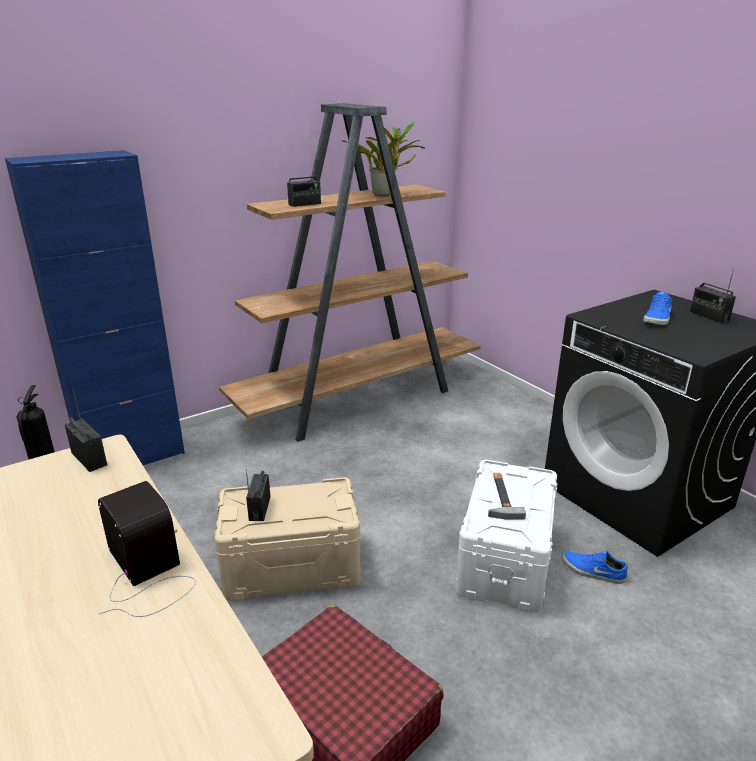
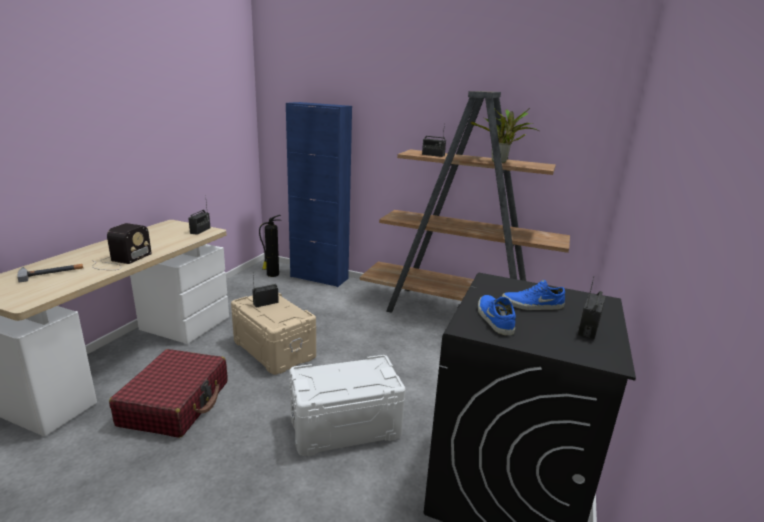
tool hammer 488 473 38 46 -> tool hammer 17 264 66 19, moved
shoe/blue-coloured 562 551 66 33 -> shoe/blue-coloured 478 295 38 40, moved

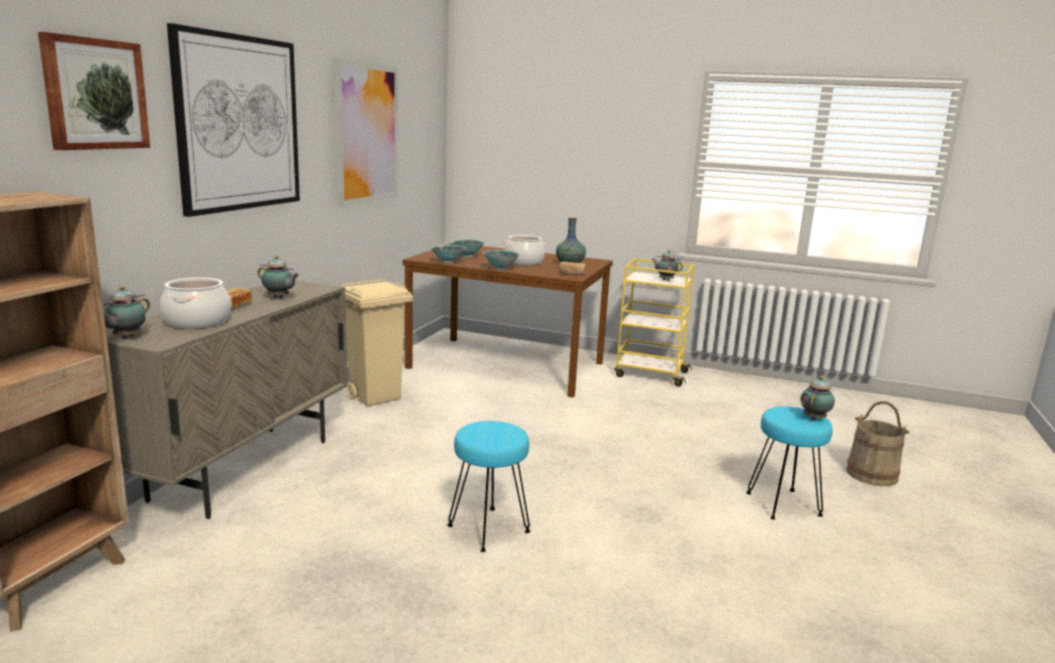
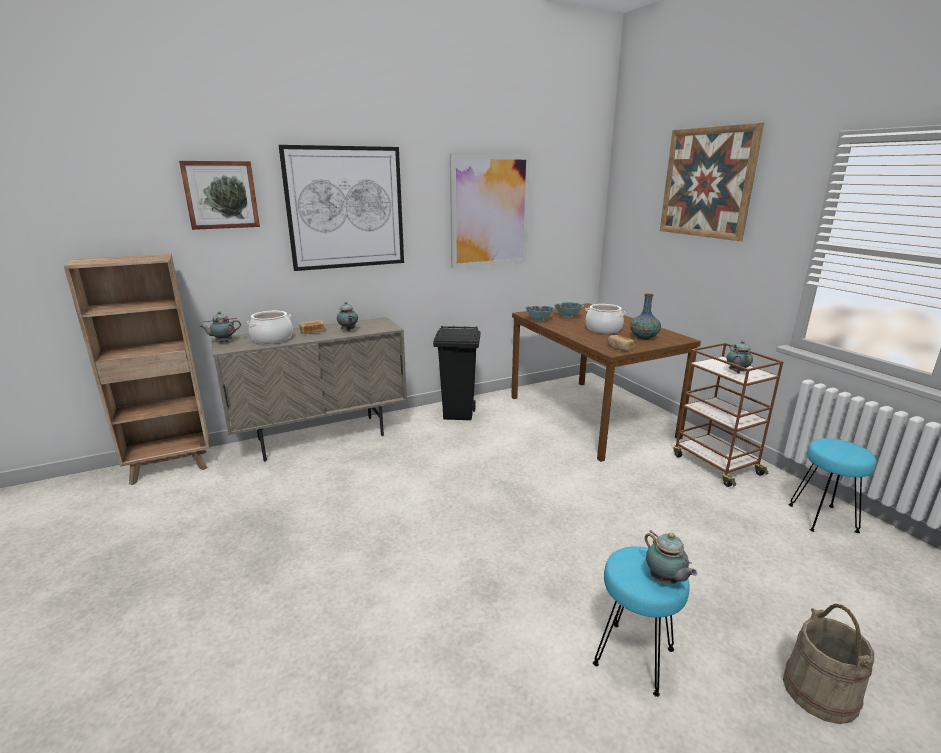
trash can/beige-coloured 340 279 73 128 -> trash can/black-coloured 433 326 48 94
stool/turquoise-coloured 447 421 83 131 -> stool/turquoise-coloured 788 438 88 95, moved
bowl 483 250 36 20 -> none
wheeled cart/yellow 614 259 80 128 -> wheeled cart/brownish 673 343 110 144
teapot 800 376 35 44 -> teapot 645 530 52 54, 75 degrees clockwise
none -> picture 660 123 104 118

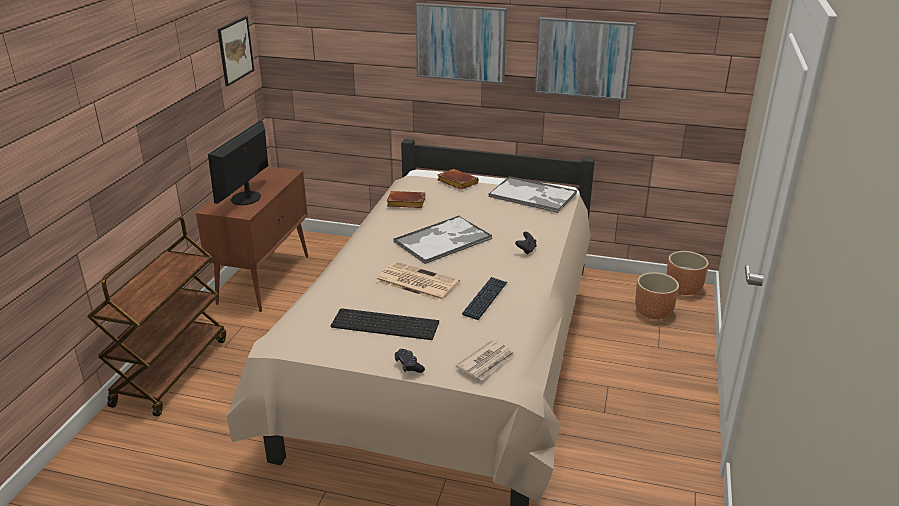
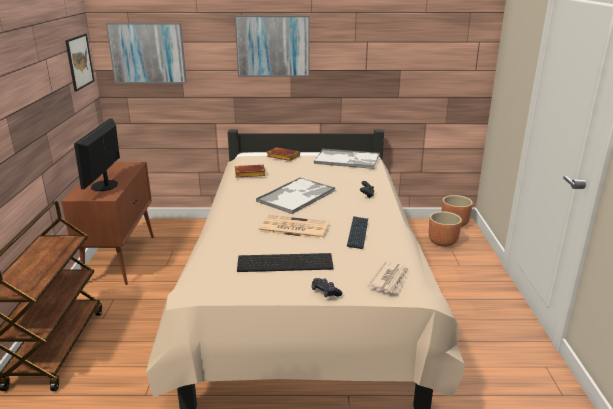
picture 535 17 101 84 -> picture 106 23 81 60, moved

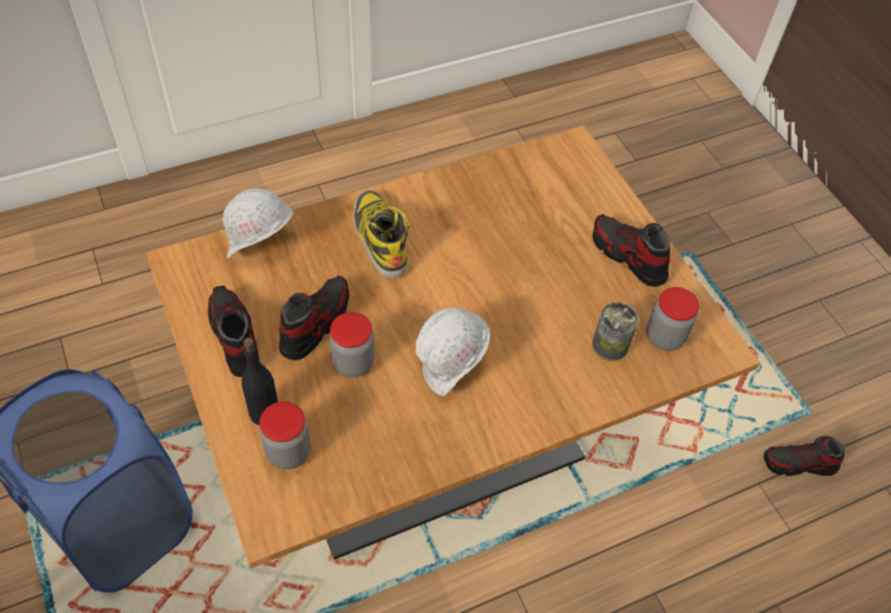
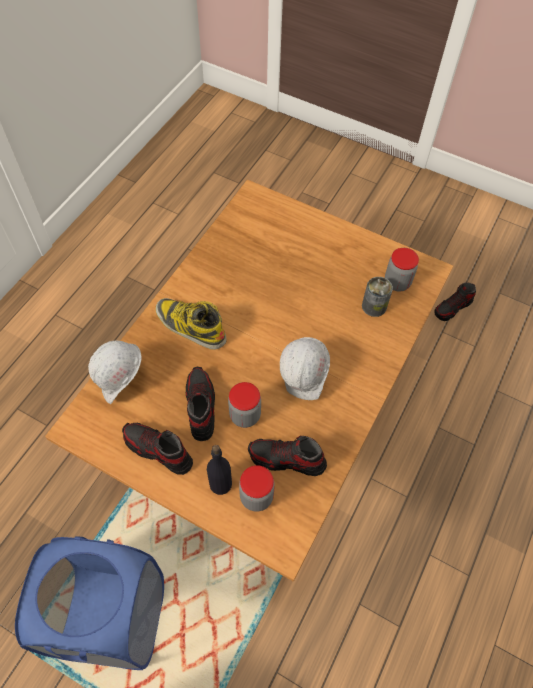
shoe 593 214 77 73 -> shoe 248 436 79 40, moved

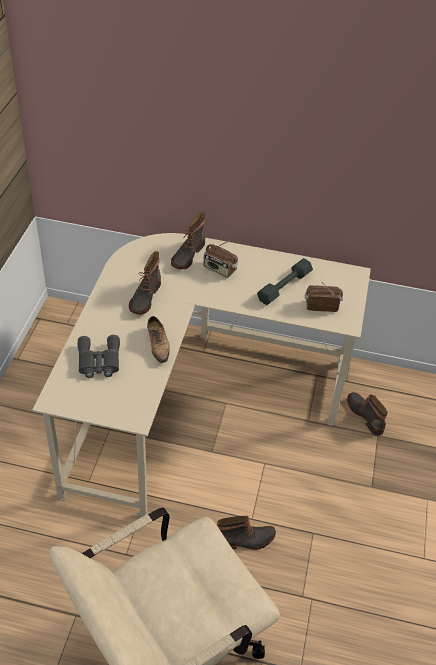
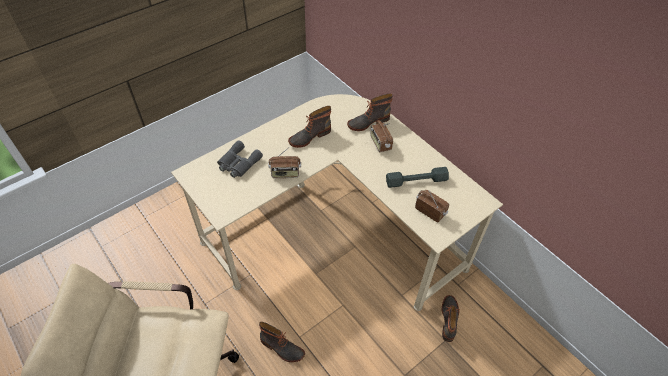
shoe 147 316 23 48 -> radio 268 148 33 30

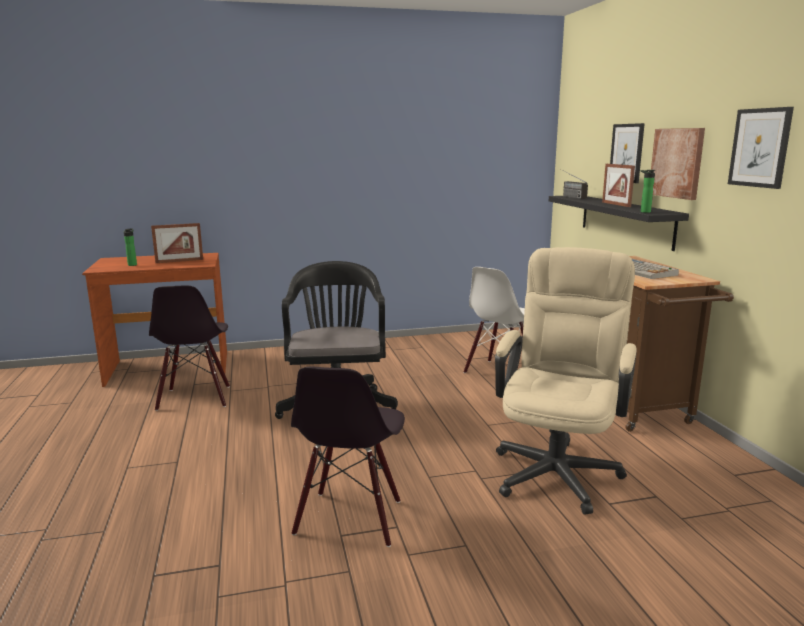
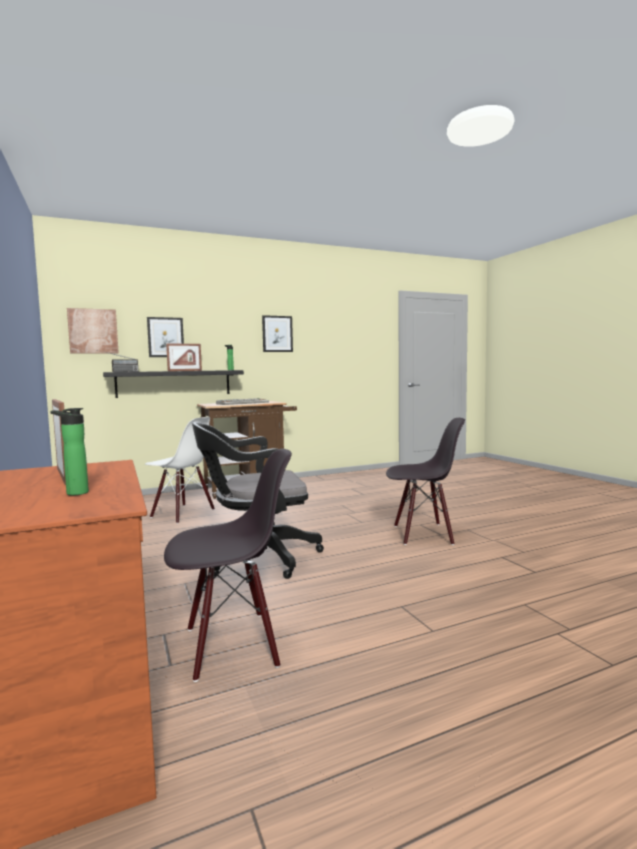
computer chair/beige-coloured 495 247 142 268 -> none
picture 651 128 54 72 -> picture 67 308 52 46, moved

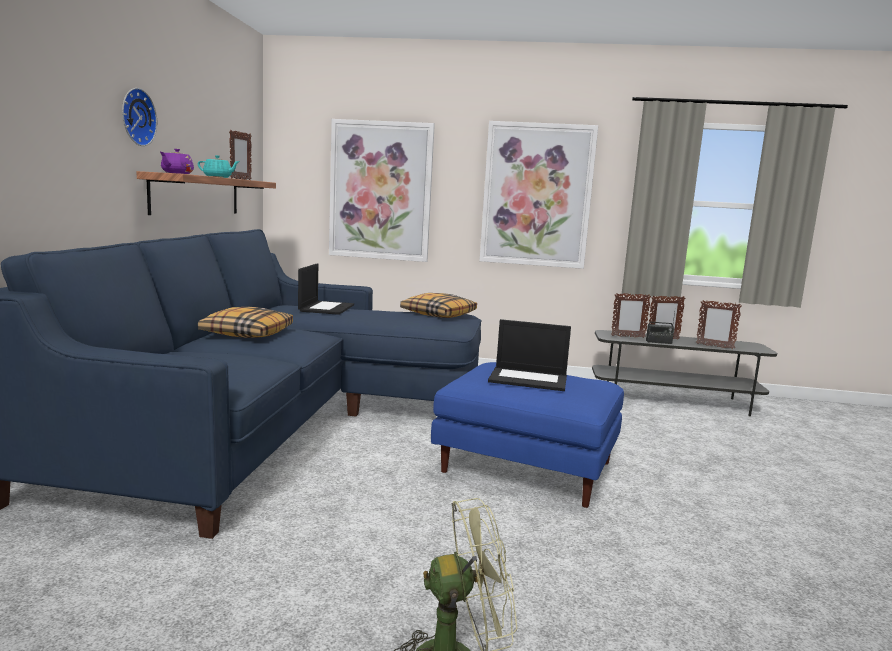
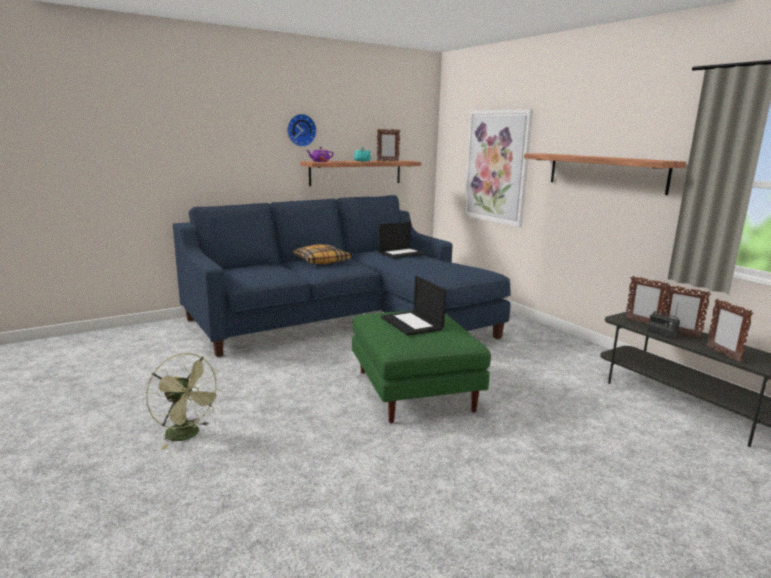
throw pillow 400 293 77 25 -> none
ottoman/blue-coloured 431 362 193 146 -> ottoman/green-coloured 352 311 139 112
picture 479 121 119 148 -> wall shelf 524 154 162 41

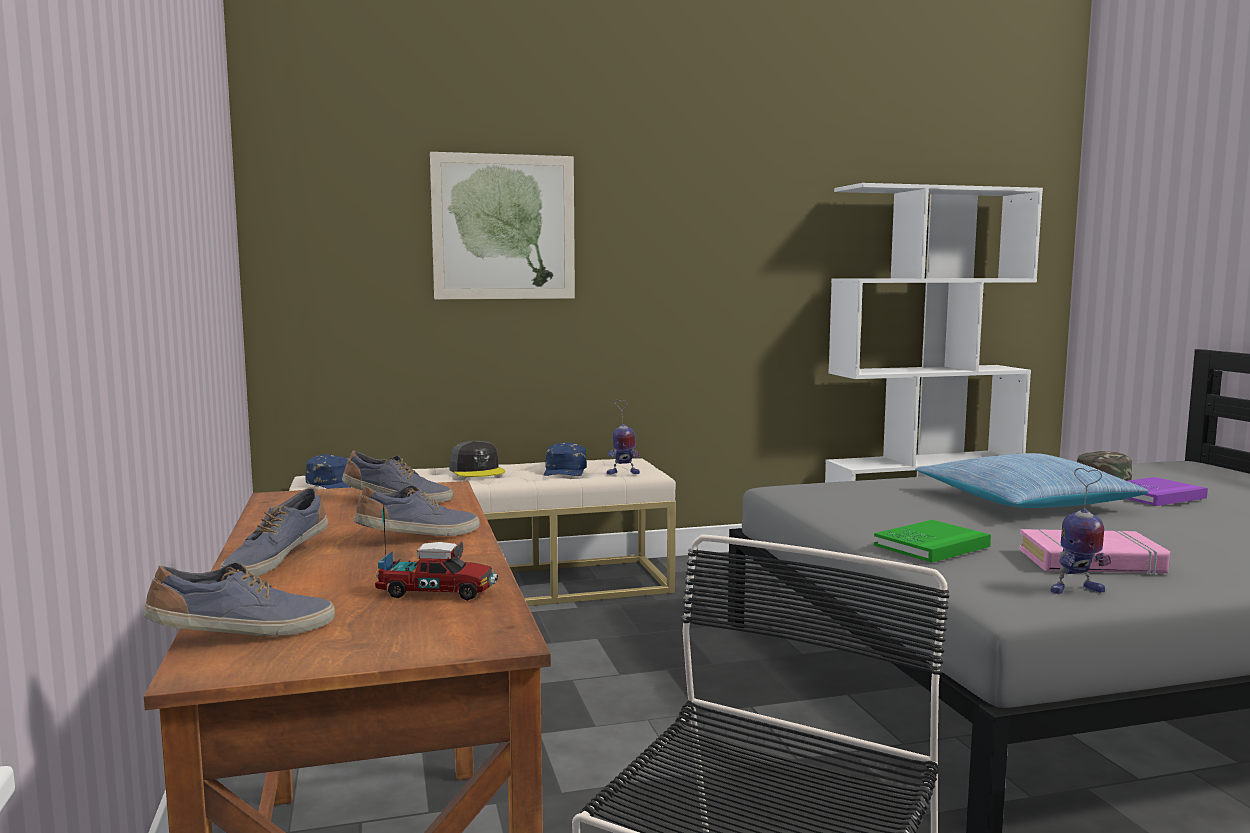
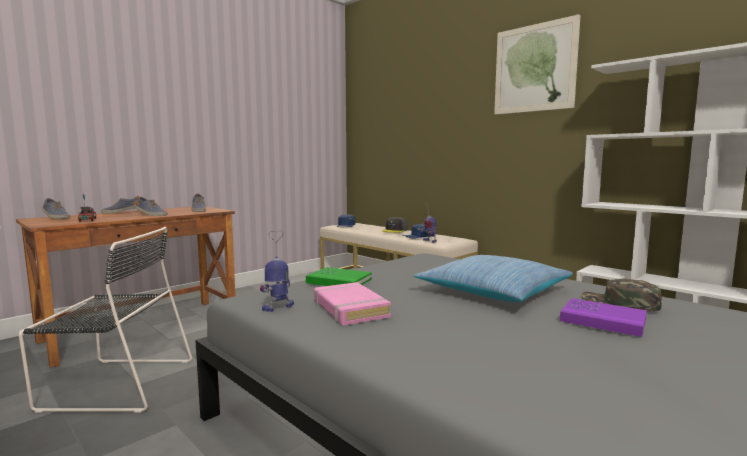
picture 430 152 145 147 -> picture 494 14 87 101, moved
model robot 1050 468 61 126 -> model robot 260 230 34 82, 90 degrees clockwise

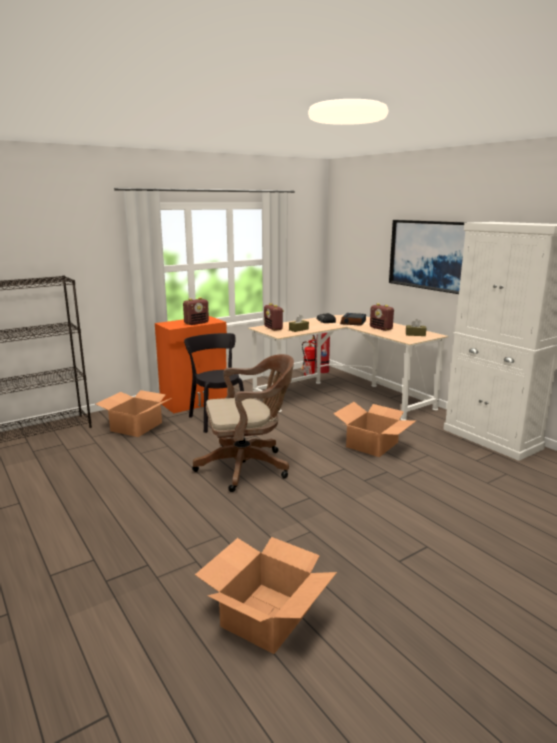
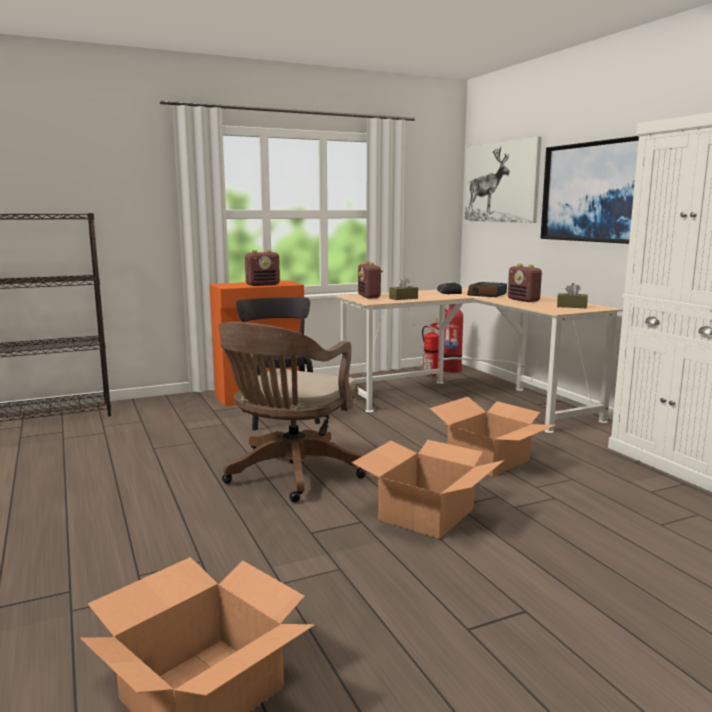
cardboard box 96 390 75 47 -> cardboard box 351 440 153 99, moved
computer chair/brownish 192 354 102 138 -> computer chair/brownish 219 322 147 180, 120 degrees clockwise
none -> picture 464 137 77 86

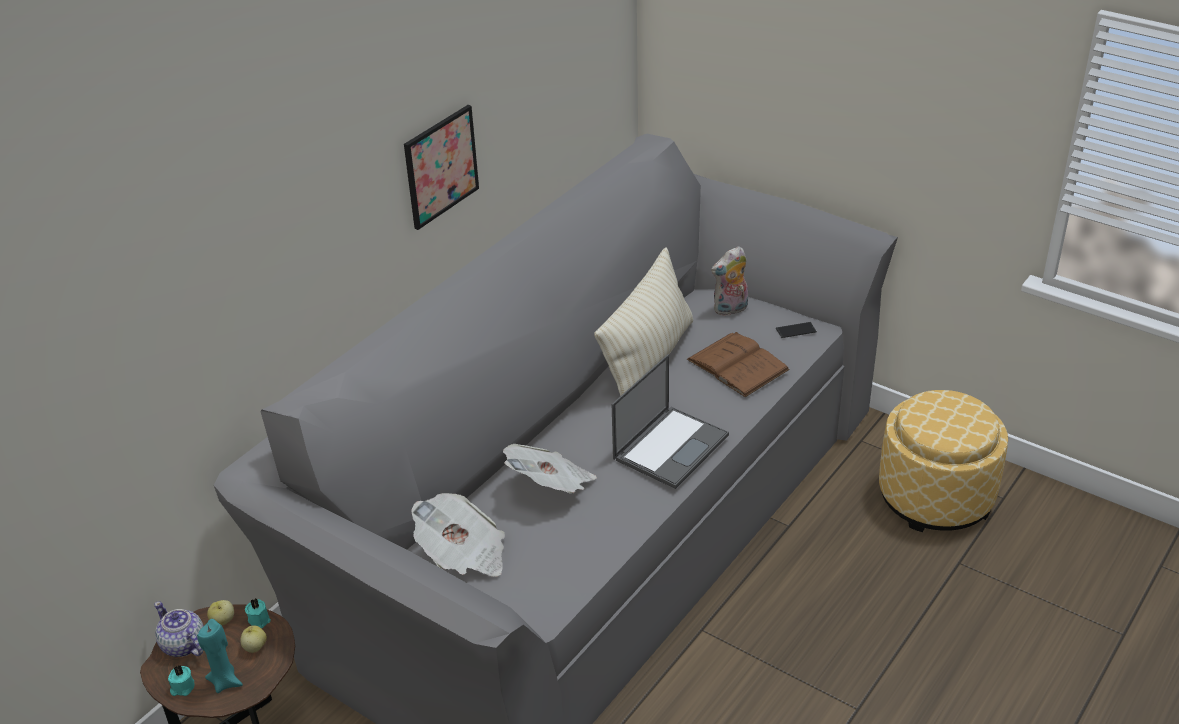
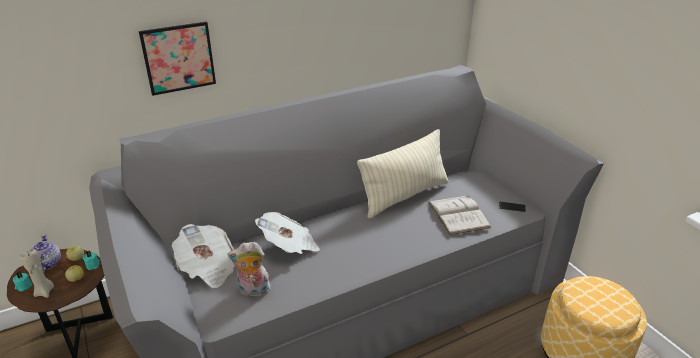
wax light/turquoise-coloured 197 619 46 74 -> wax light/beige-coloured 19 249 35 49
picture 404 105 75 125 -> picture 139 22 77 74, moved
laptop 612 354 117 135 -> none
volume/brownish 687 332 103 65 -> volume/white 428 195 63 40
soft toy 711 246 37 71 -> soft toy 227 242 44 54, moved

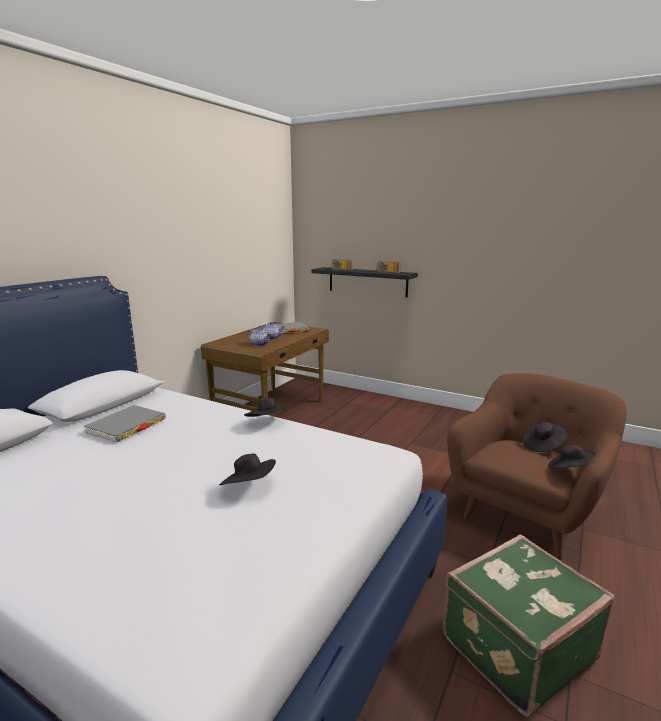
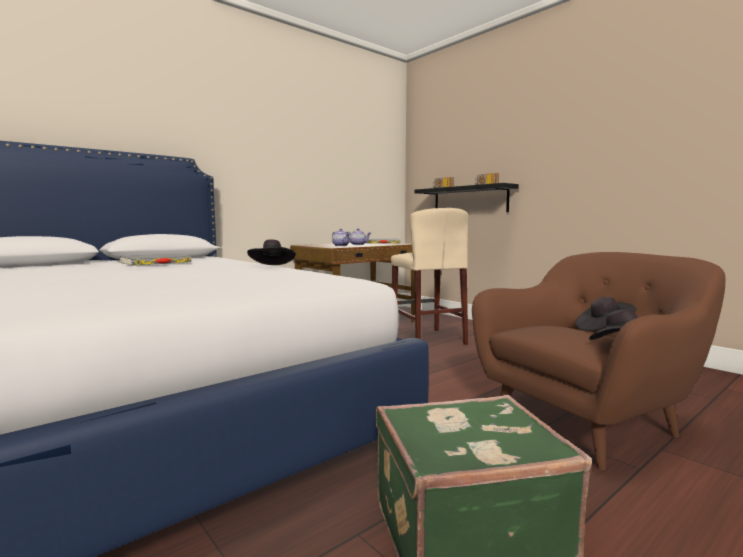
wearable hat/black-coloured 219 453 57 32 -> none
none -> stool/beige-coloured 391 208 77 137

